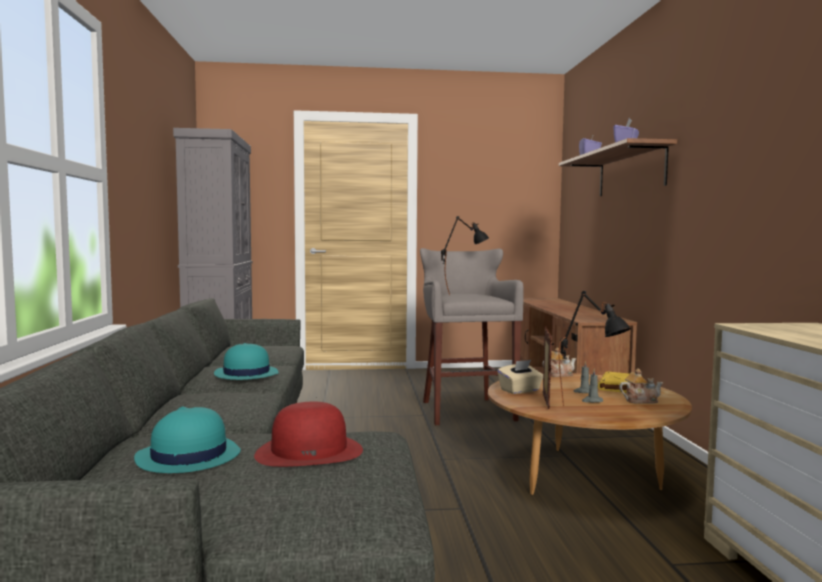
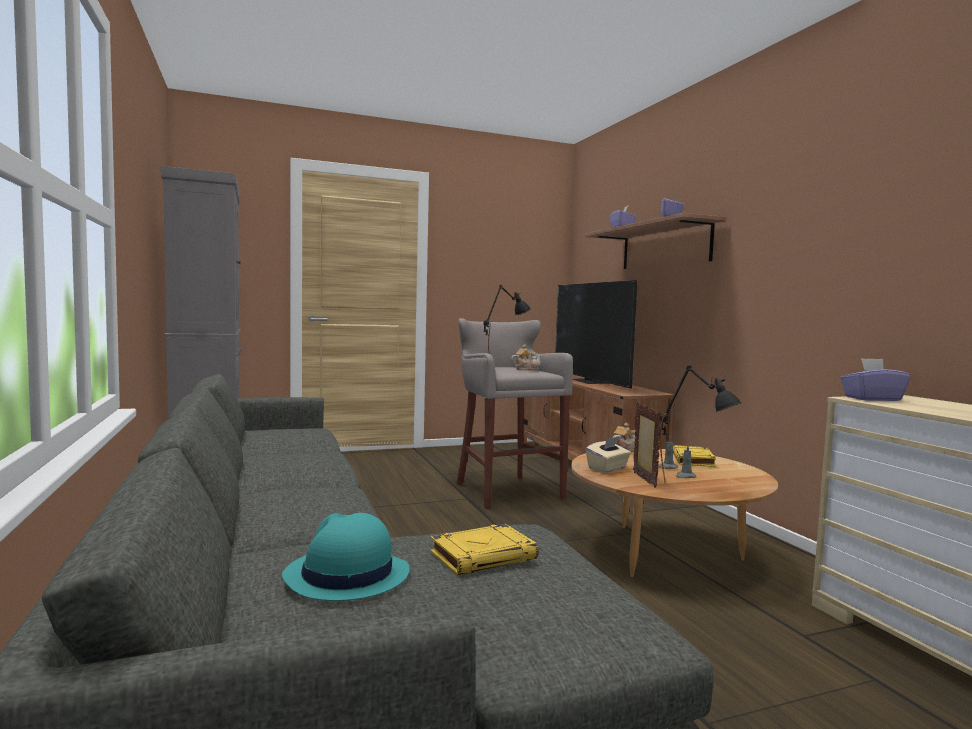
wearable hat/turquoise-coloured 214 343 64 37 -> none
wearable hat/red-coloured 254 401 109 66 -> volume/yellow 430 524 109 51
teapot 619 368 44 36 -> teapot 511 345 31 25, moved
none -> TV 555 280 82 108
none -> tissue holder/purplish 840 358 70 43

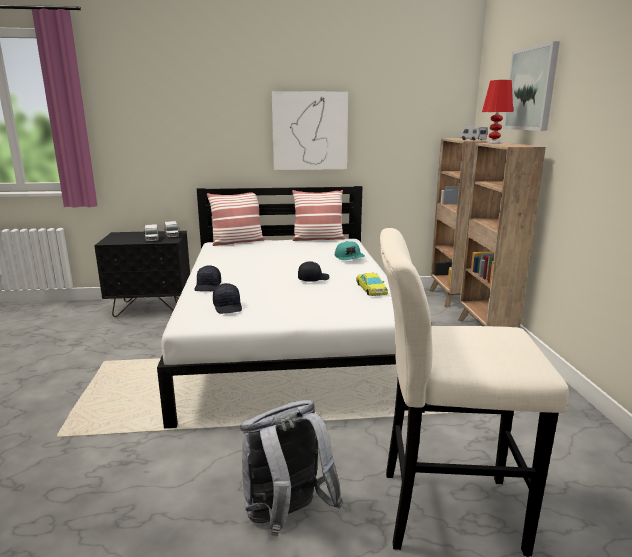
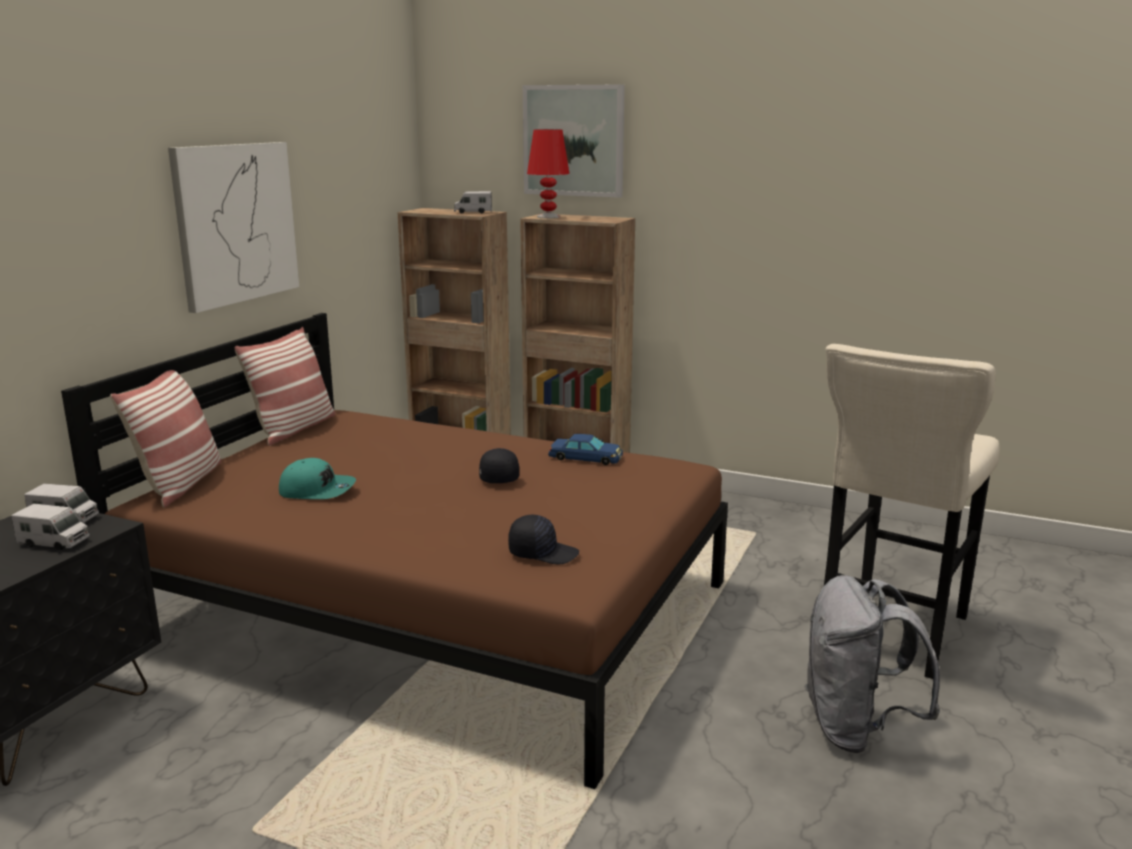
bed/white 157 186 268 242 -> bed/brownish 61 313 667 476
baseball cap/black-coloured 195 265 26 26 -> none
baseball cap/turquoise-coloured 335 241 30 19 -> baseball cap/turquoise-coloured 279 458 77 41, moved
miniature car/yellow 356 273 32 23 -> miniature car/blue-coloured 548 434 75 31

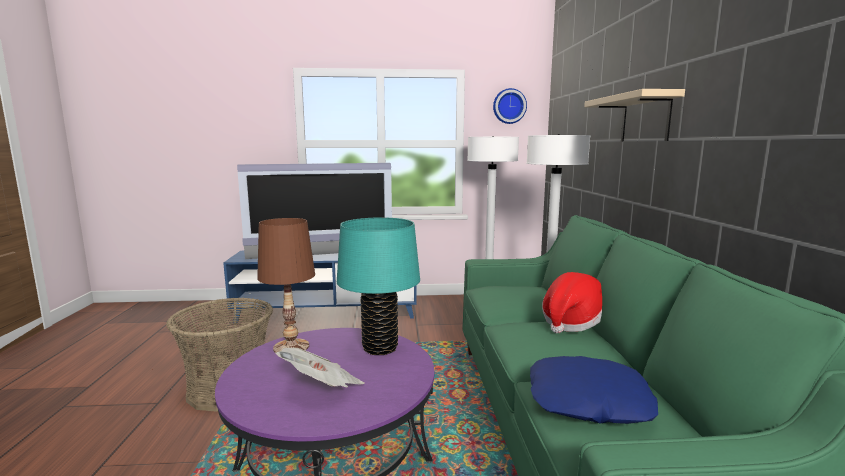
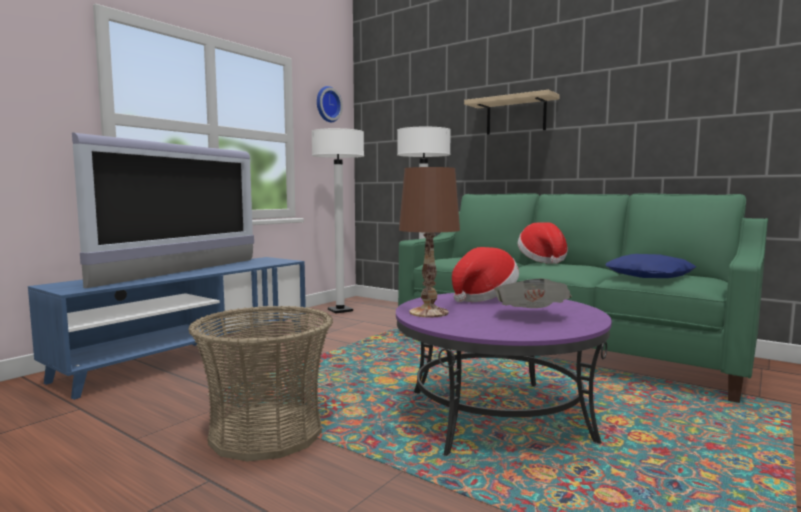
table lamp/turquoise-coloured 337 217 83 138 -> wearable hat 452 247 67 55

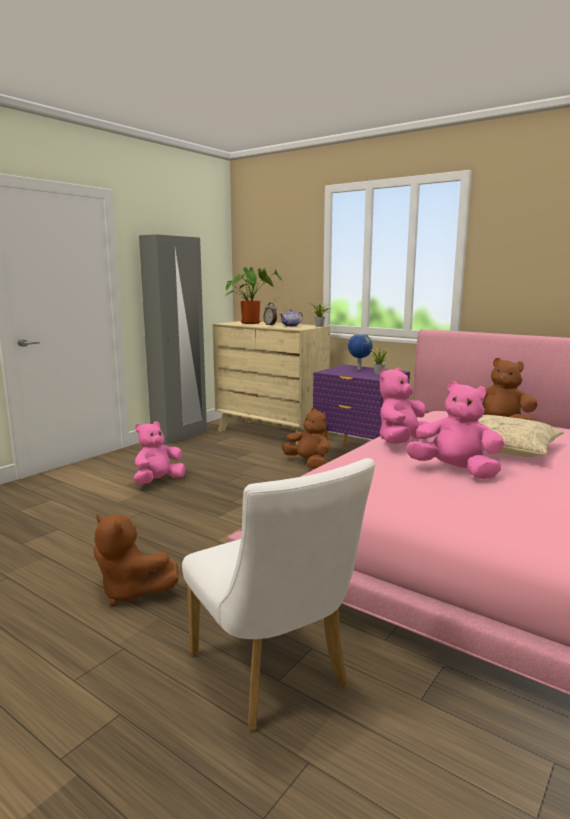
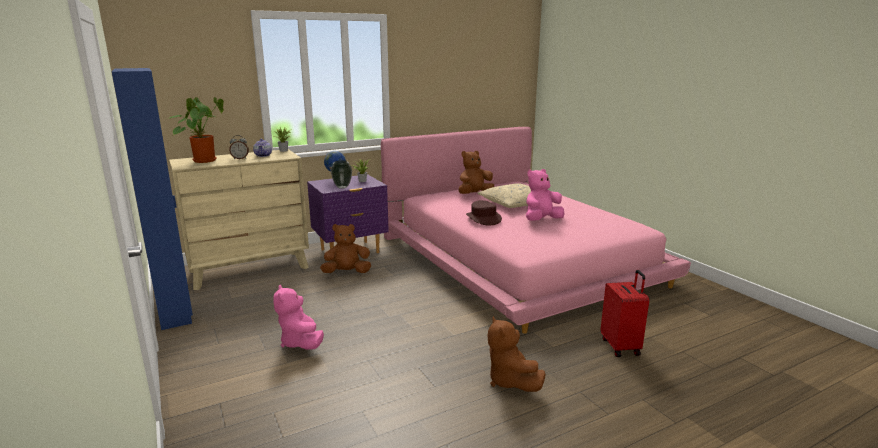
soft toy/brownish 94 514 85 92 -> soft toy/brownish 487 316 59 76, 105 degrees clockwise
armoire/greyish 139 234 68 211 -> armoire/blue-coloured 112 68 81 262
chair/white 182 458 193 272 -> piece of luggage/red-coloured 601 270 48 87
soft toy/pinkish 379 368 50 76 -> wearable hat/brownish 466 200 36 25
none -> vase 331 160 21 29

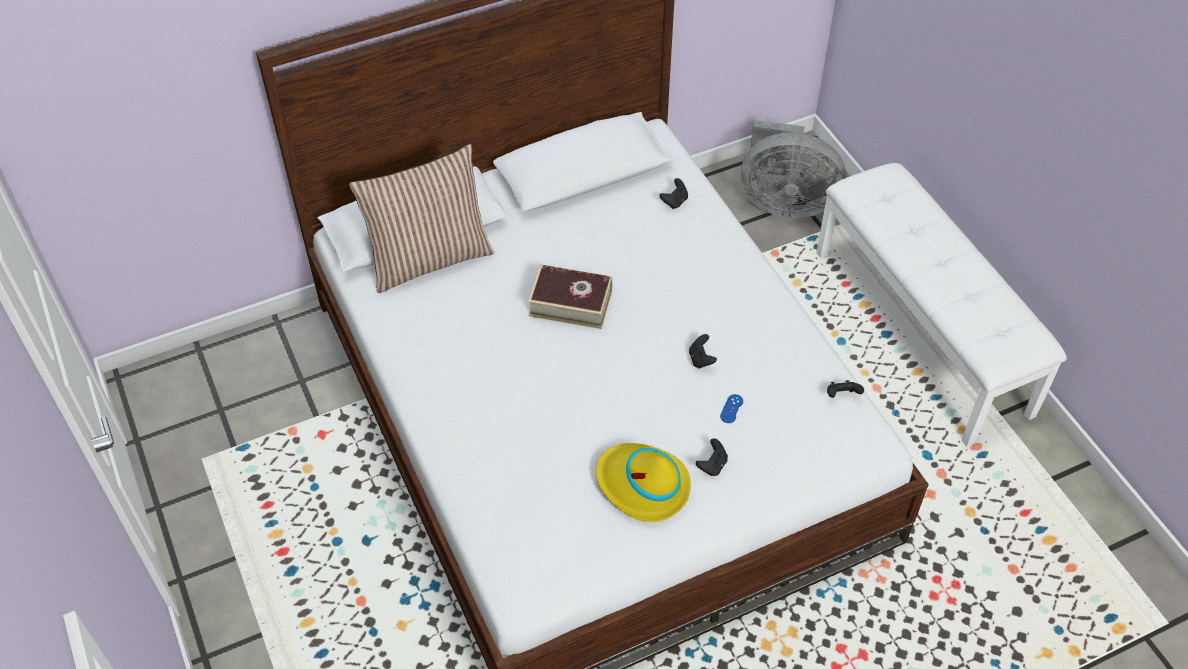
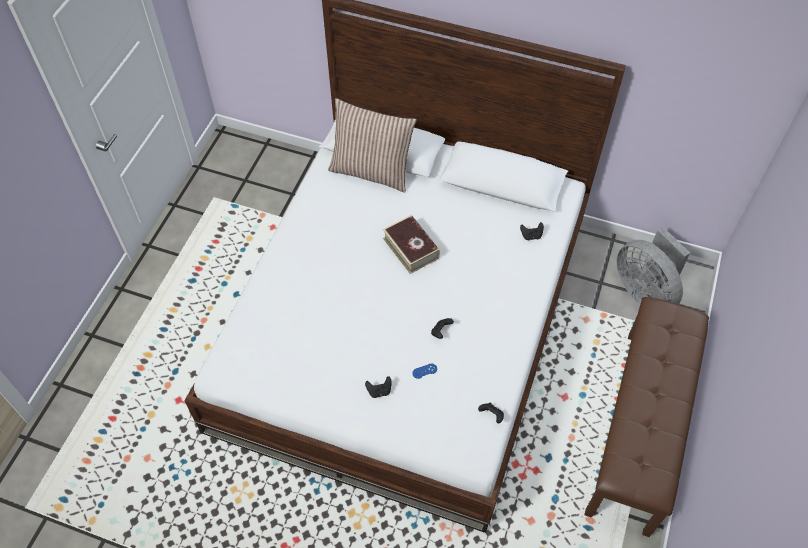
wearable hat/yellow 596 443 95 79 -> none
bench/white 816 163 251 284 -> bench/brownish 584 297 125 240

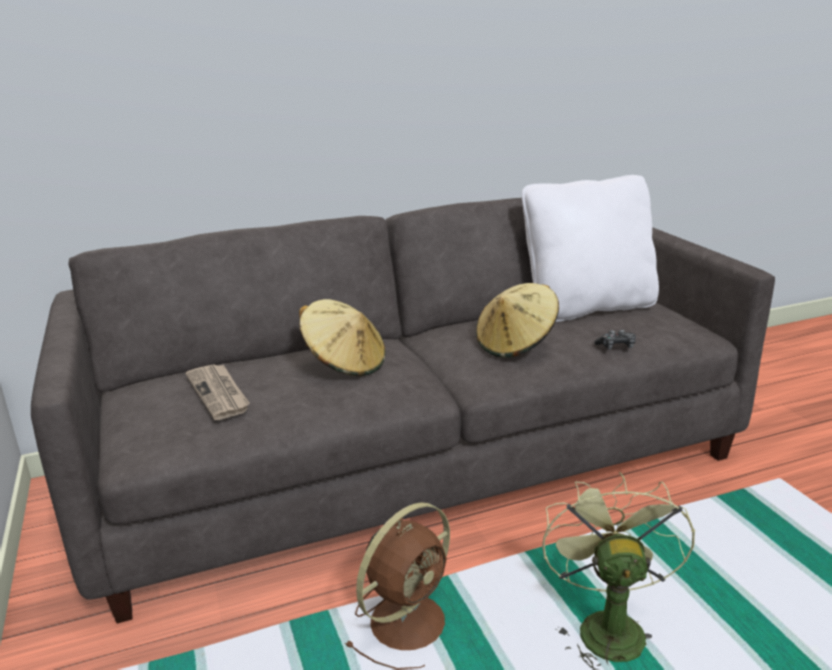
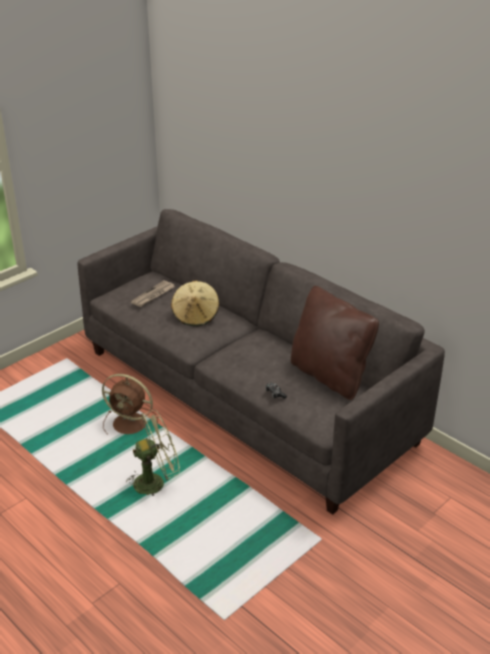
wearable hat/beige-coloured 476 283 83 75 -> none
throw pillow/white 522 175 137 147 -> throw pillow/brownish 291 286 88 114

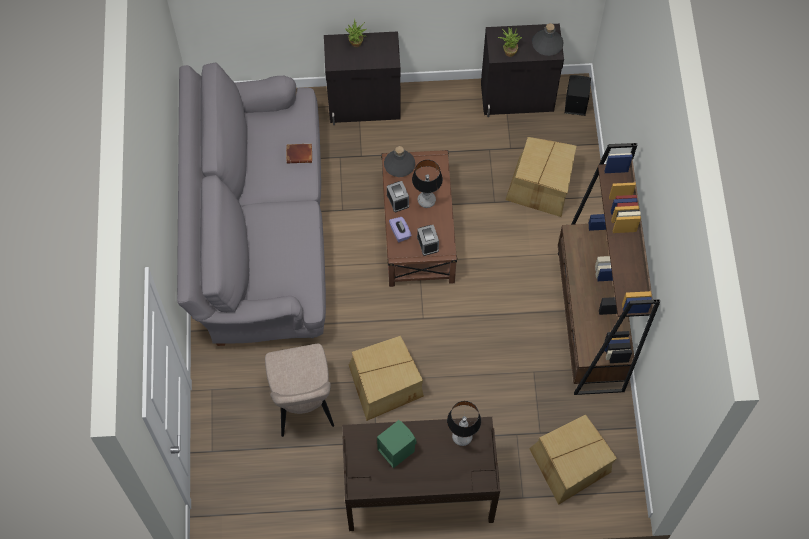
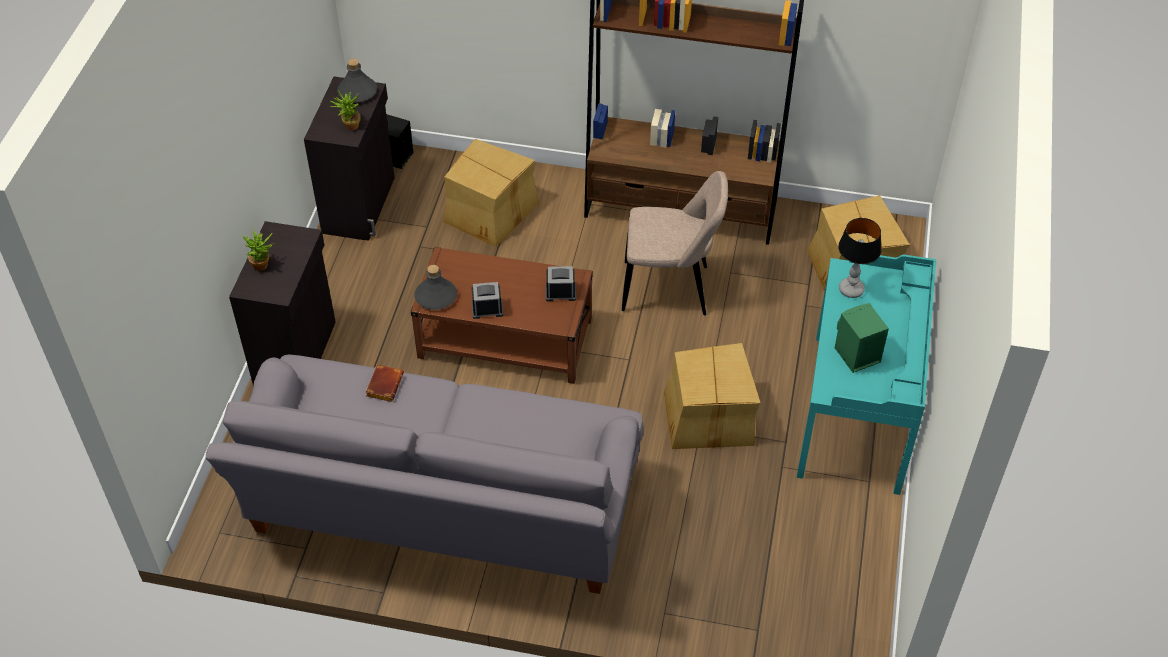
chair/beige-coloured 265 344 69 93 -> chair/beige-coloured 622 171 106 144, moved
desk/brownish 342 417 158 114 -> desk/turquoise-coloured 797 255 139 240
tissue holder/purplish 389 217 22 25 -> none
table lamp 412 160 31 48 -> none

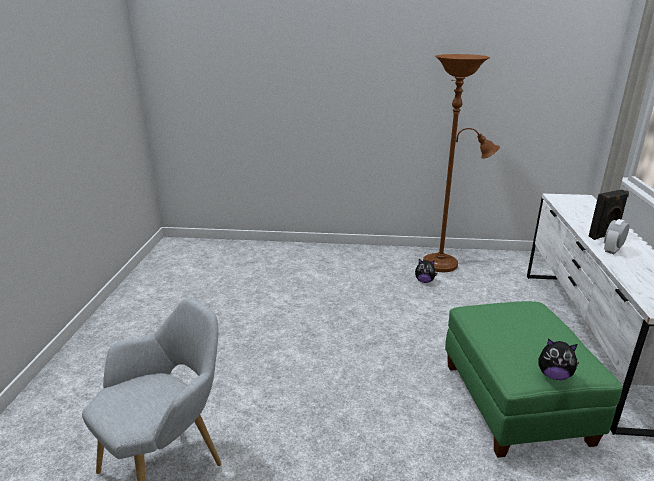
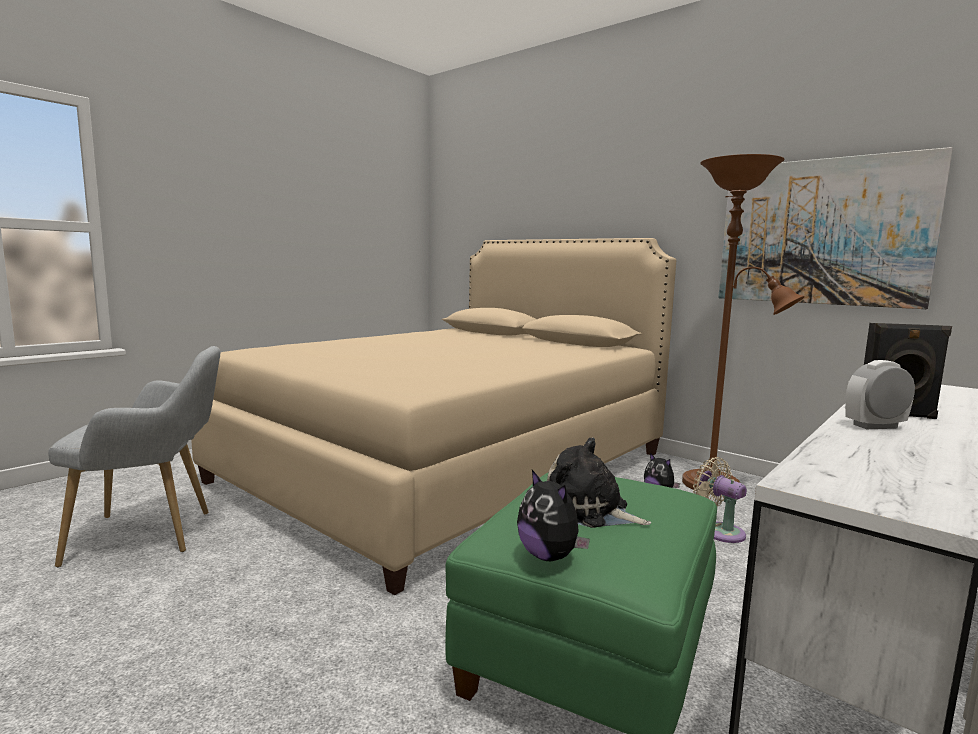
none -> bed/beige-coloured 191 238 485 357
none -> soft toy 547 437 104 91
none -> electric fan/beige-coloured 693 457 54 86
none -> picture 718 147 235 162

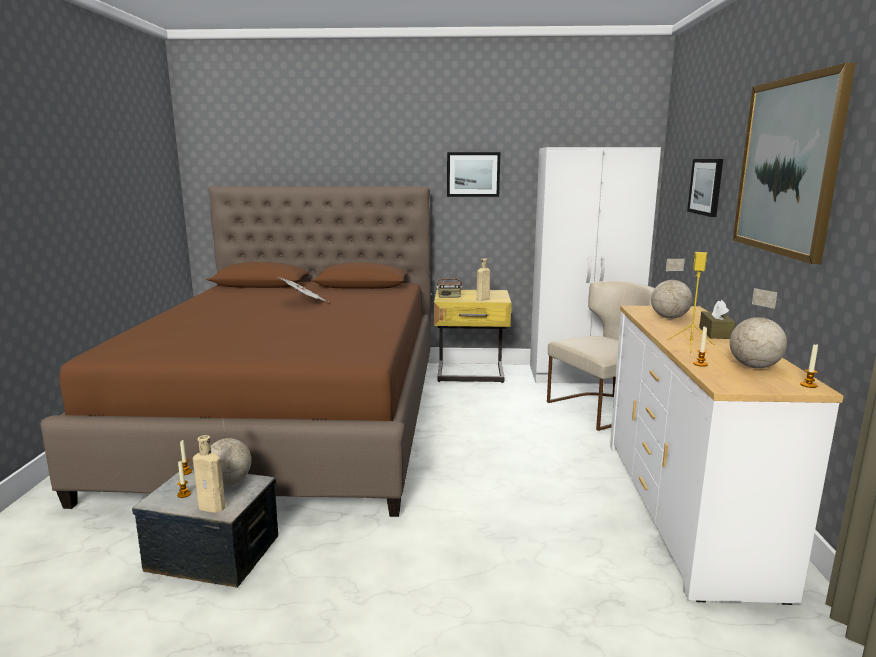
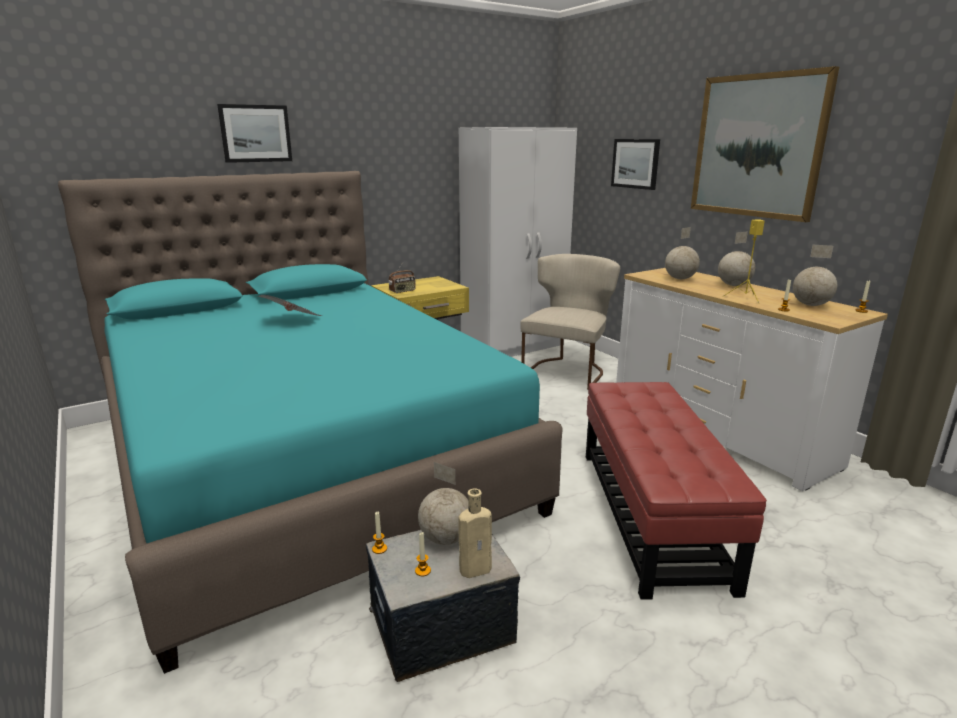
bed/brownish 41 186 390 331 -> bed/turquoise-coloured 58 171 505 503
picture 447 152 53 45 -> picture 217 104 75 59, moved
drink bottle/beige-coloured 476 258 14 43 -> none
tissue holder/brownish 699 300 36 39 -> world globe 718 231 37 55
none -> ottoman/red-coloured 586 382 181 218

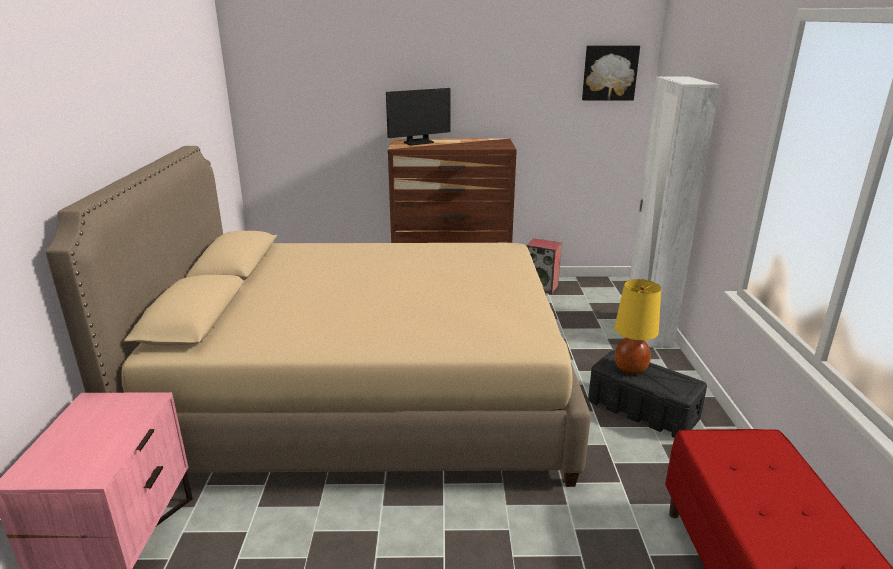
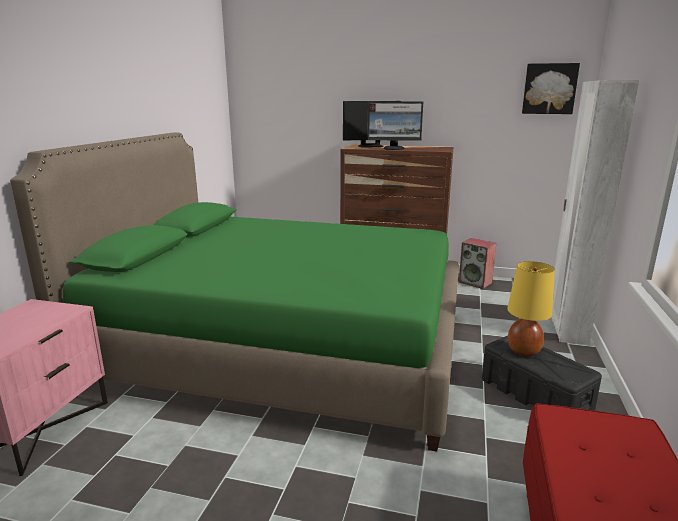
bed/beige-coloured 45 146 546 341 -> bed/green-coloured 10 132 449 320
none -> computer display 367 101 56 49

